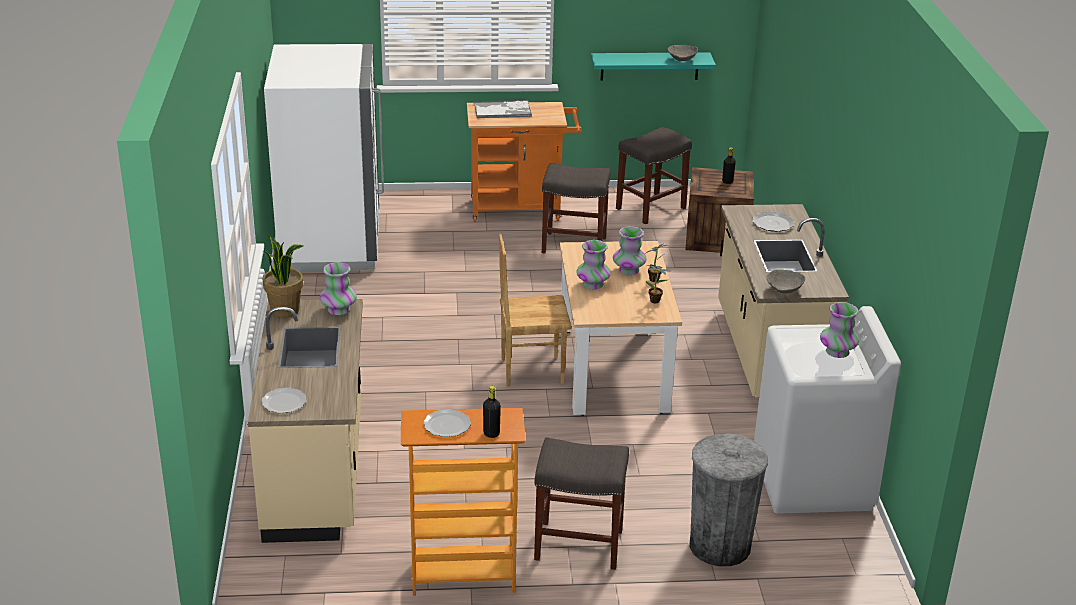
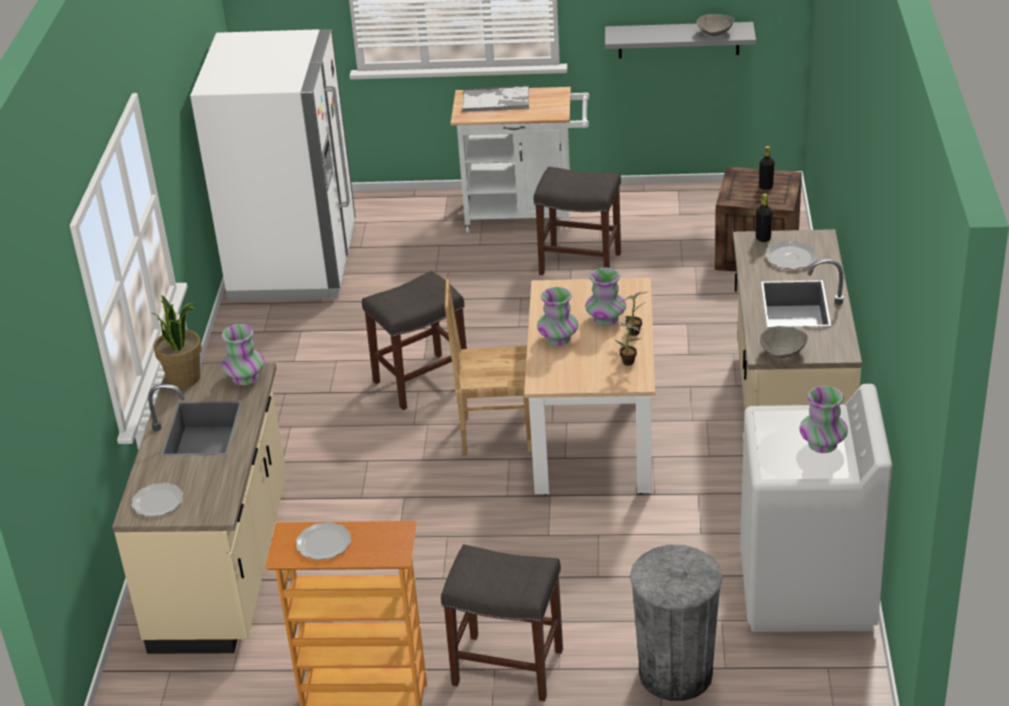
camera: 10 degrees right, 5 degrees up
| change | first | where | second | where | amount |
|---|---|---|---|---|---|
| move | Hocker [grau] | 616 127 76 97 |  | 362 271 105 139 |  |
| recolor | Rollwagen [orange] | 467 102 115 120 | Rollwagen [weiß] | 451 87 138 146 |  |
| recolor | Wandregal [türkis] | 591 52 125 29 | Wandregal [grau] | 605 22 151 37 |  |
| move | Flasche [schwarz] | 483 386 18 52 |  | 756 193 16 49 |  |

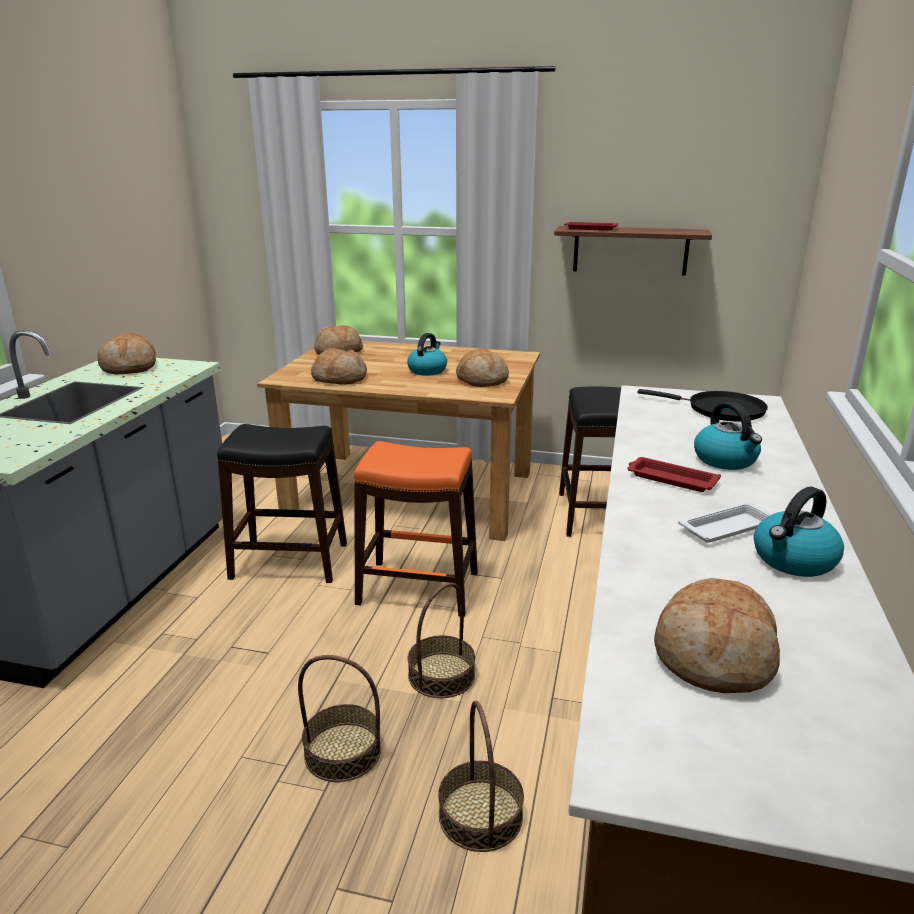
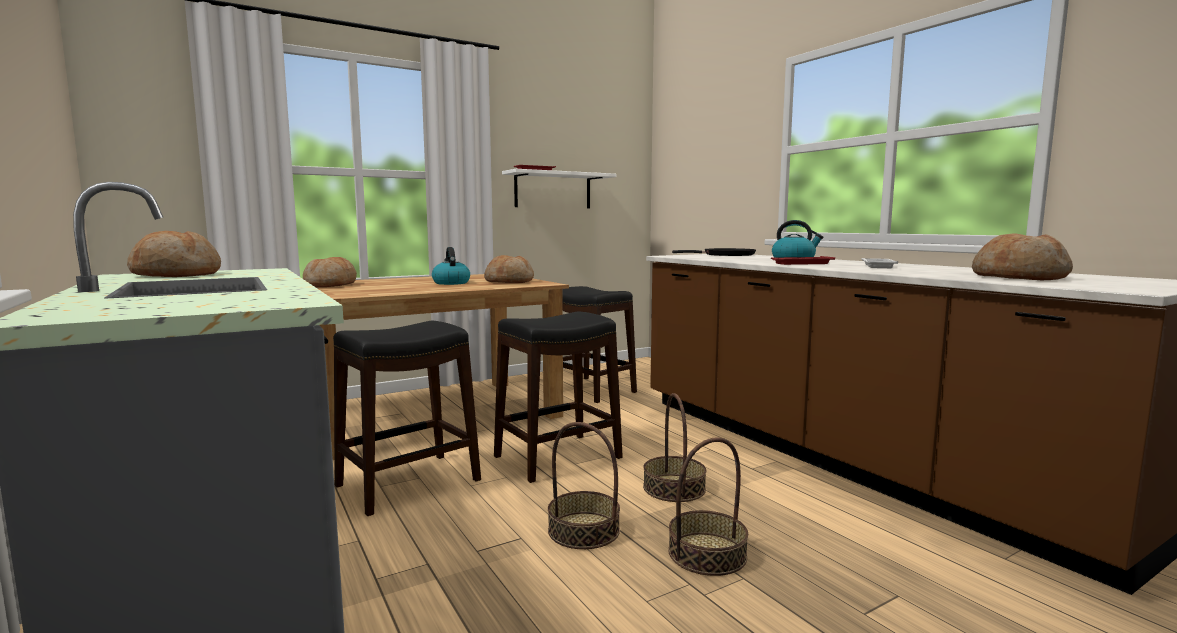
camera: 45 degrees left, 15 degrees down
| change | first | where | second | where | amount |
|---|---|---|---|---|---|
| recolor | Hocker [orange] | 354 441 124 176 | Hocker [schwarz] | 494 312 129 171 |  |
| recolor | Wandregal [braun] | 554 226 158 50 | Wandregal [weiß] | 502 169 115 39 |  |
| move | Korb | 438 701 86 151 |  | 548 422 72 127 |  |
| delete | Brot | 311 348 56 36 |  |  |  |
| delete | Wasserkessel | 754 487 90 90 |  |  |  |

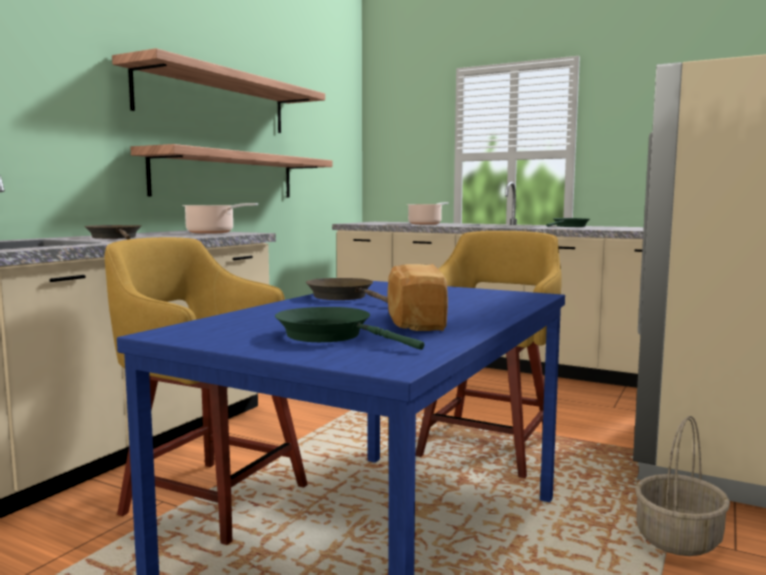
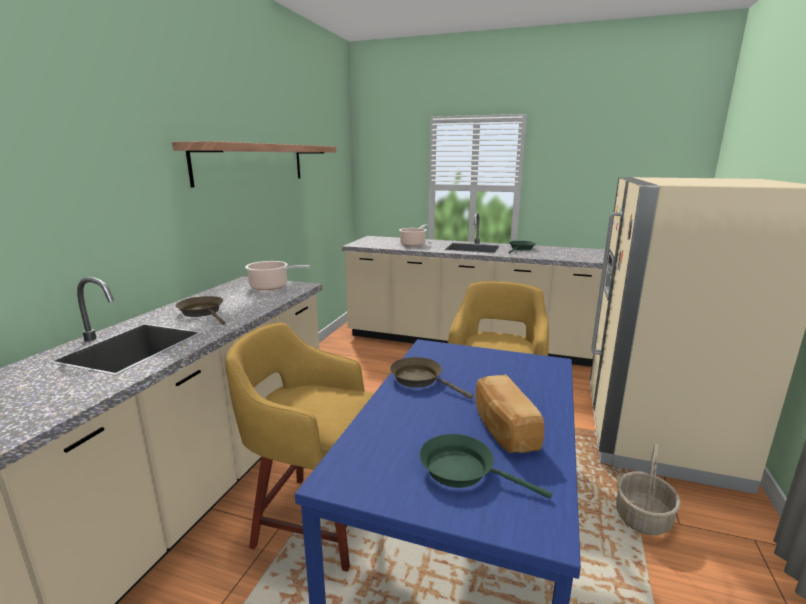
camera: 10 degrees left, 10 degrees up
| change | first | where | second | where | amount |
|---|---|---|---|---|---|
| delete | Wandregal | 130 144 203 54 |  |  |  |

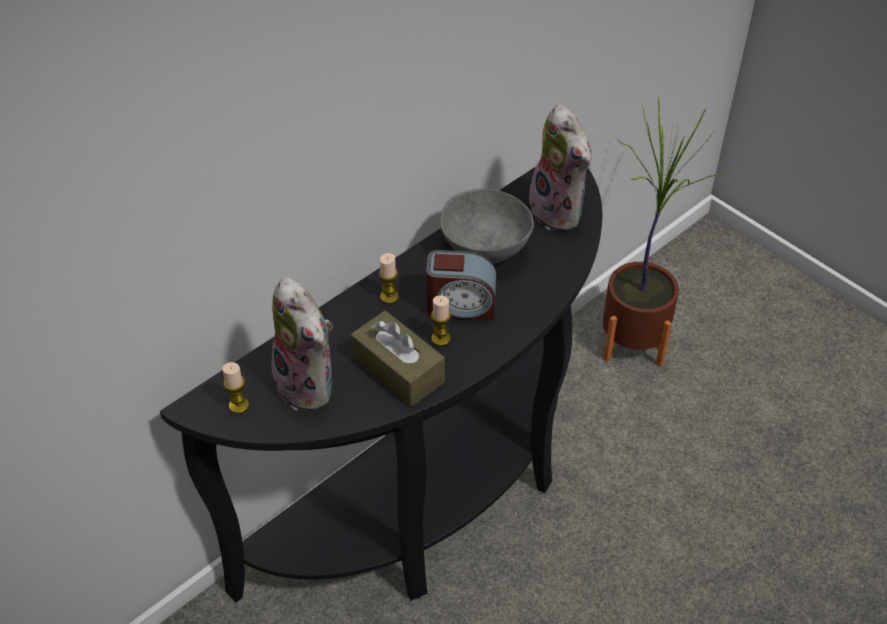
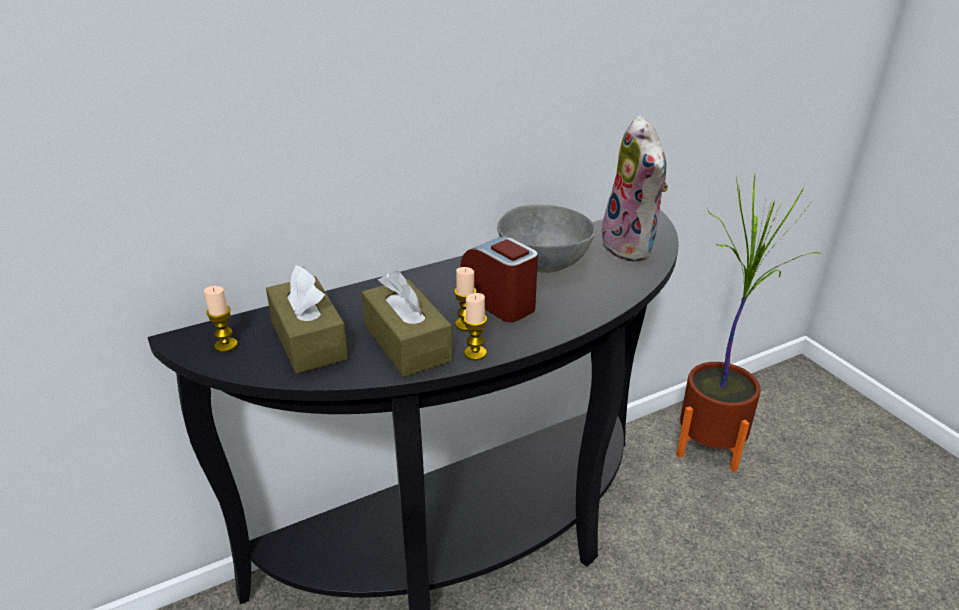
camera: 15 degrees right, 15 degrees down
| change | first | where | second | where | amount |
|---|---|---|---|---|---|
| replace | Plüschtier | 272 277 61 134 | Taschentuchbox [braun] | 266 265 82 109 |  |
| rotate | Wecker | 426 250 70 70 |  | 460 236 78 86 | 150 degrees counterclockwise |
| move | Kerze | 379 253 20 51 |  | 463 293 24 67 |  |

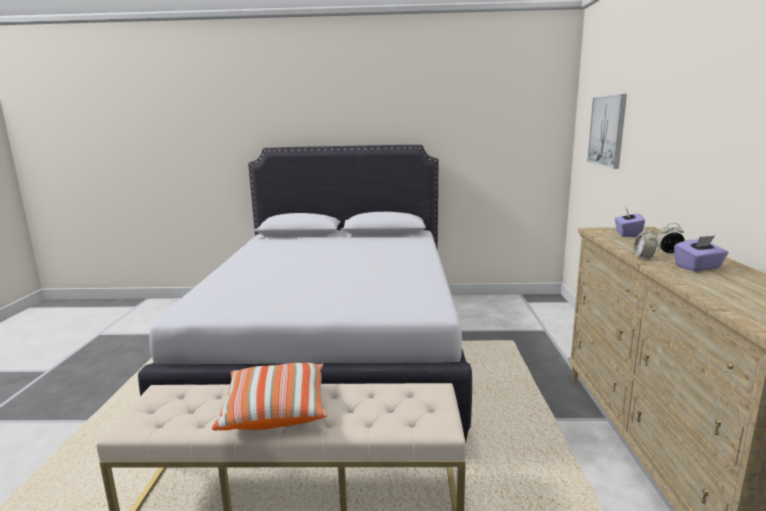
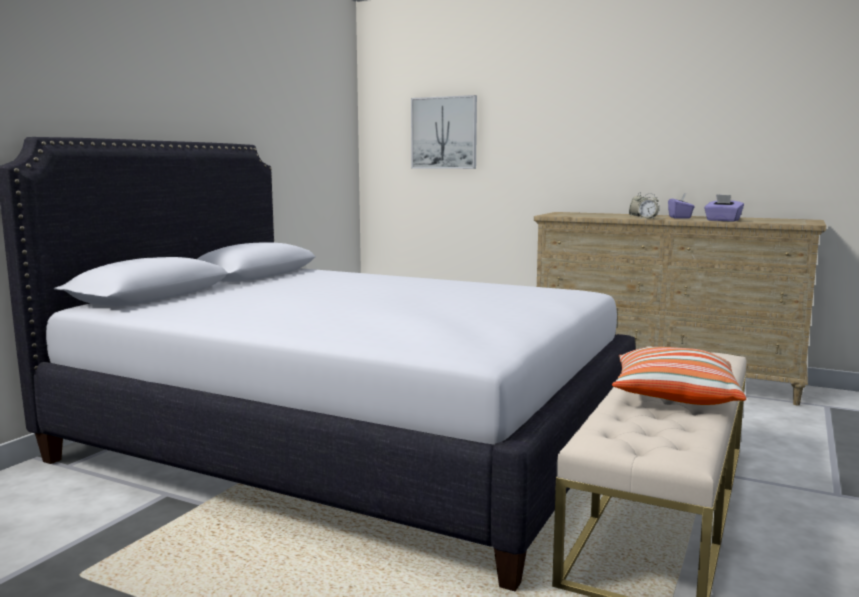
camera: 65 degrees left, 5 degrees down
| change | first | where | second | where | amount |
|---|---|---|---|---|---|
| move | Taschentuchbox [lila] | 614 207 31 30 |  | 704 194 40 28 |  |

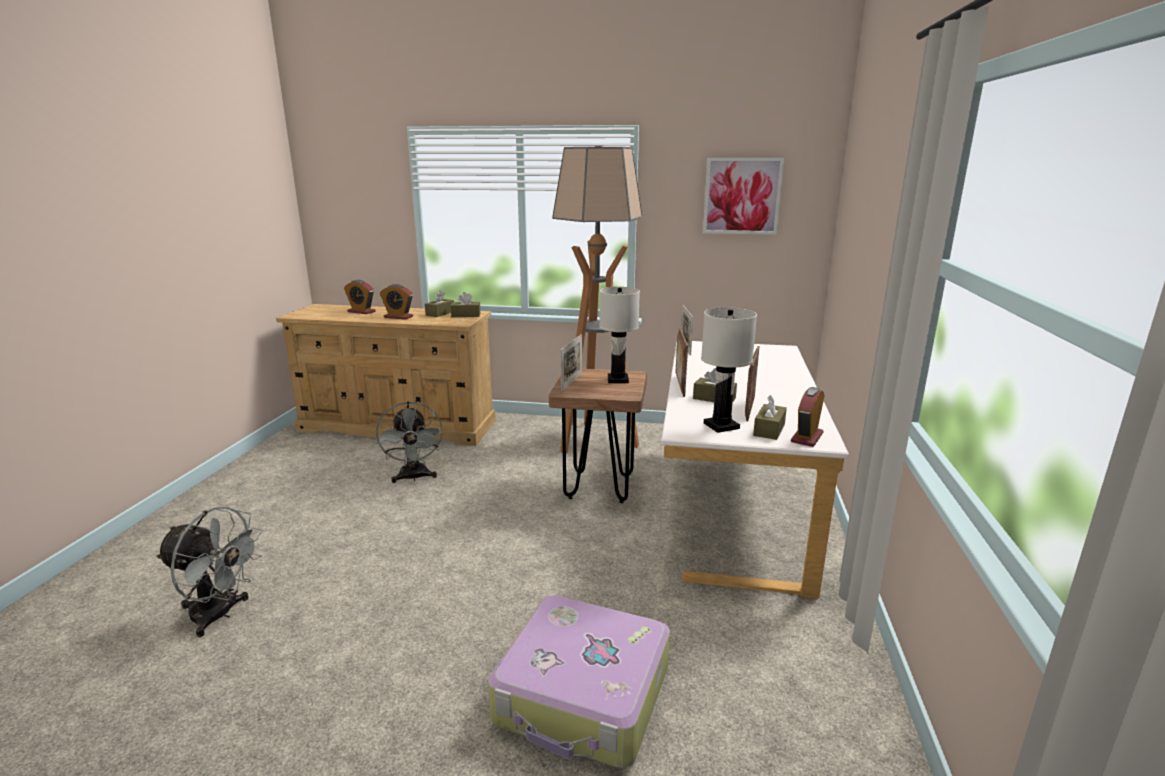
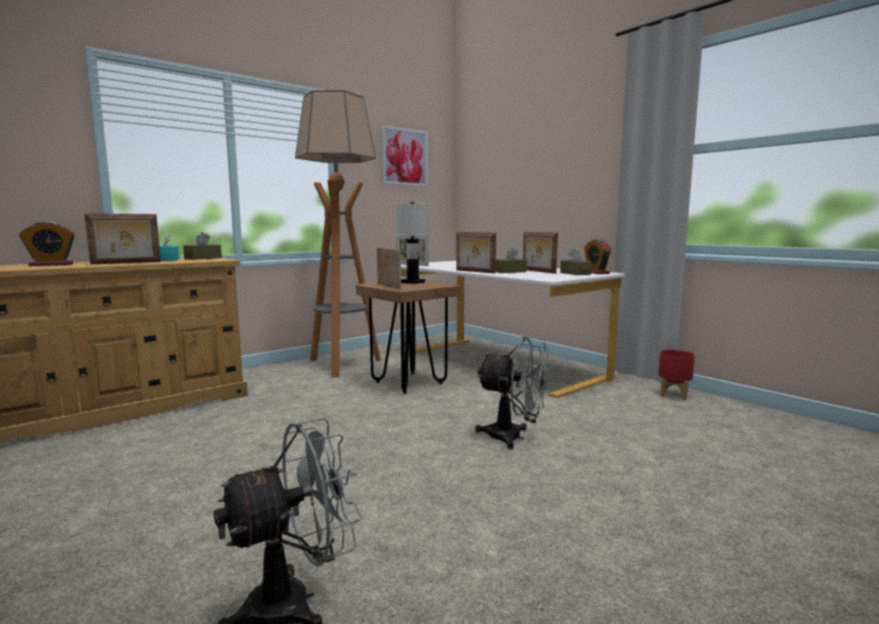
camera: 50 degrees left, 10 degrees down
| change | first | where | second | where | amount |
|---|---|---|---|---|---|
| replace | Wecker | 380 284 33 36 | Bilderrahmen | 84 213 77 51 |  |
| recolor | Taschentuchbox [braun] | 425 290 29 27 | Taschentuchbox [türkis] | 159 232 20 29 |  |
| move | Ventilator [grau] | 376 401 67 82 |  | 475 337 75 112 |  |
| insert |  |  | Pflanzkübel [rot] | 658 349 37 51 |  |
| delete | Koffer | 488 595 182 173 |  |  |  |
| delete | Tischlampe [weiß] | 701 307 56 126 |  |  |  |

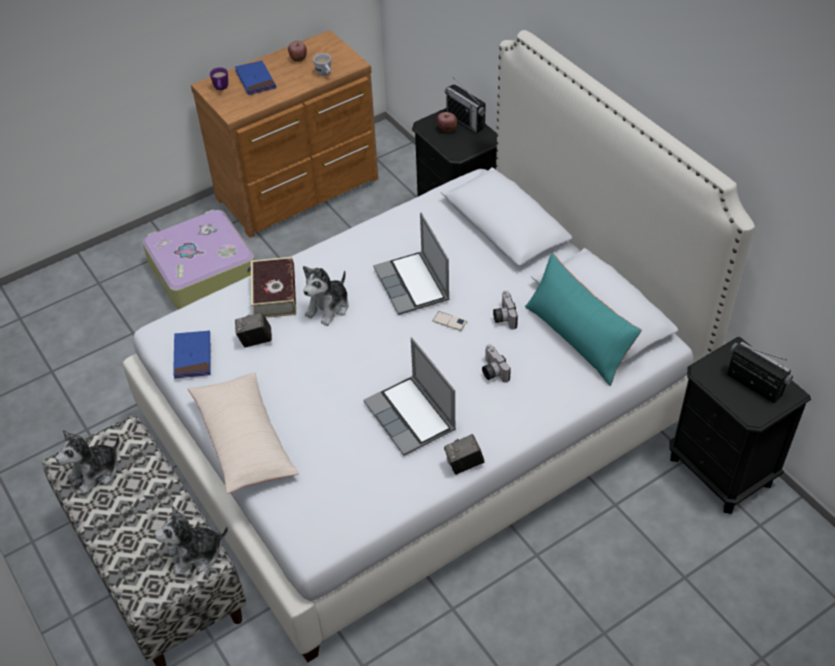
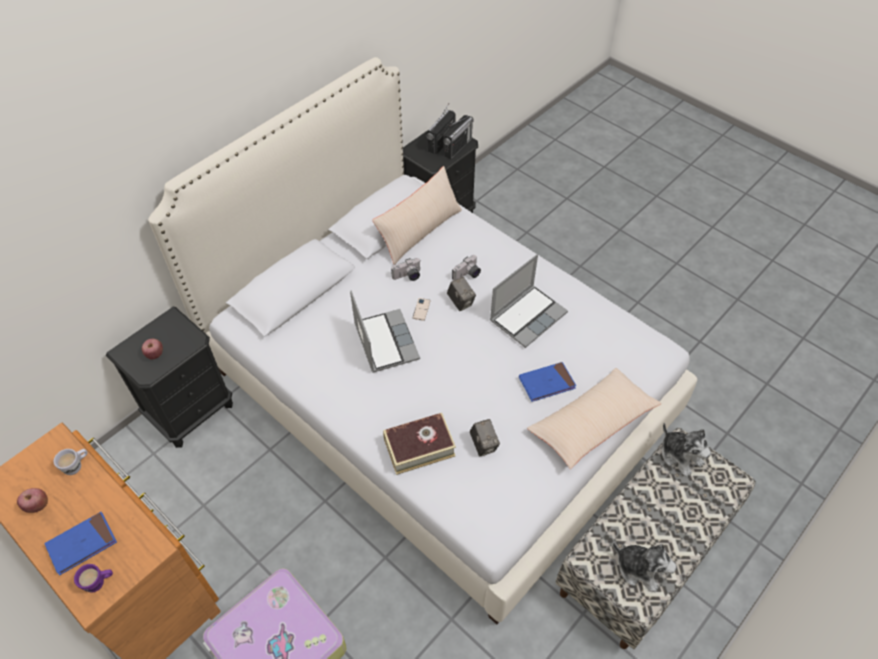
camera: 105 degrees left, 5 degrees up
| change | first | where | second | where | amount |
|---|---|---|---|---|---|
| rotate | Laptop | 373 212 77 103 |  | 350 290 70 83 | 75 degrees counterclockwise |
| recolor | Kissen [türkis] | 525 253 117 133 | Kissen [beige] | 372 166 90 99 |  |
| move | Radio | 445 77 41 56 |  | 443 115 31 44 |  |
| move | Kamera | 444 434 41 41 |  | 447 277 29 34 |  |
| move | Buch [blau] | 173 331 38 48 |  | 519 362 57 40 |  |
| delete | Plüschtier | 303 266 46 60 |  |  |  |

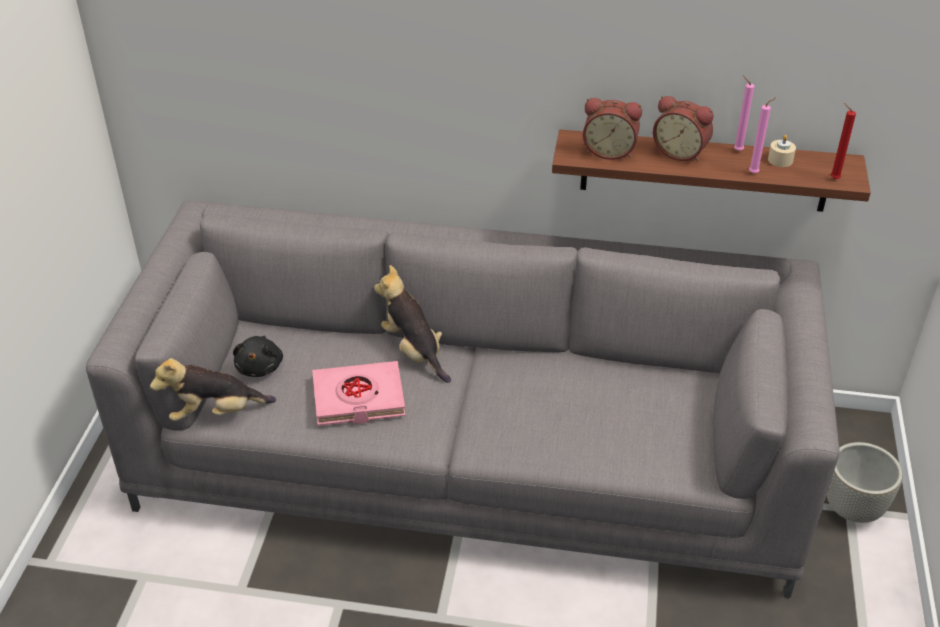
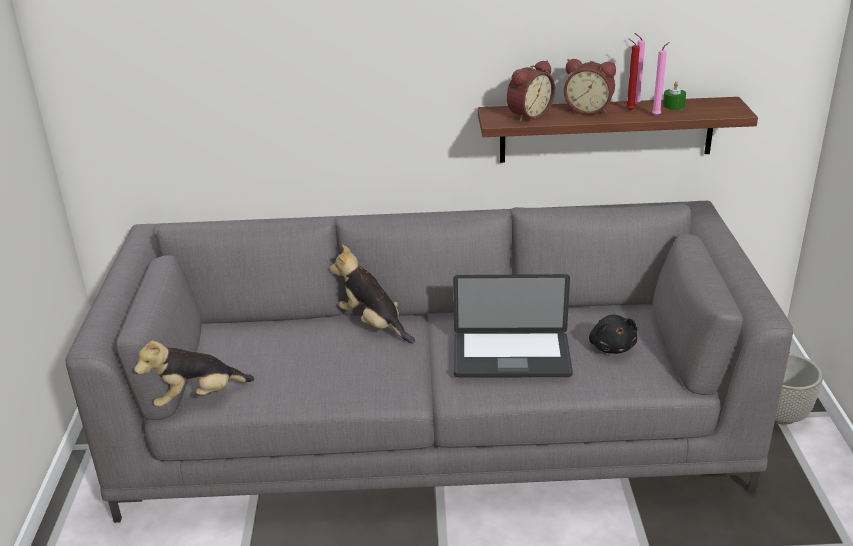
camera: 10 degrees left, 10 degrees down
| change | first | where | second | where | amount |
|---|---|---|---|---|---|
| insert |  |  | Laptop | 453 274 120 103 |  |
| rotate | Wecker | 583 98 59 62 |  | 507 60 48 62 | 45 degrees counterclockwise |
| move | Plüschtier [schwarz] | 233 336 50 41 |  | 589 315 48 39 |  |
| move | Kerze [rot] | 830 103 26 76 |  | 626 39 14 72 |  |
| recolor | Kerze [beige] | 768 135 28 32 | Kerze [grün] | 663 81 23 29 |  |
| delete | Buch [rosa] | 312 361 93 65 |  |  |  |

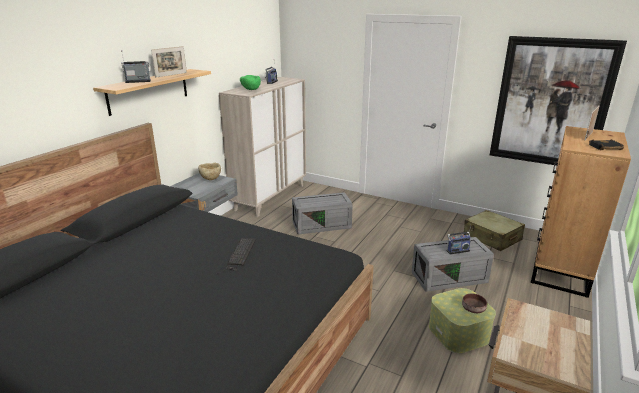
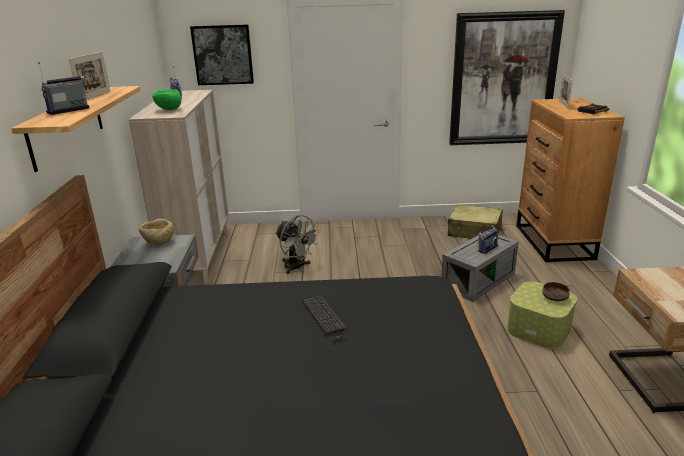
camera: 30 degrees left, 0 degrees up
| change | first | where | second | where | amount |
|---|---|---|---|---|---|
| insert |  |  | Bild | 190 24 64 61 |  |
| replace | Aufbewahrungsbox [grau] | 292 192 61 42 | Ventilator [grau] | 275 215 44 59 |  |

